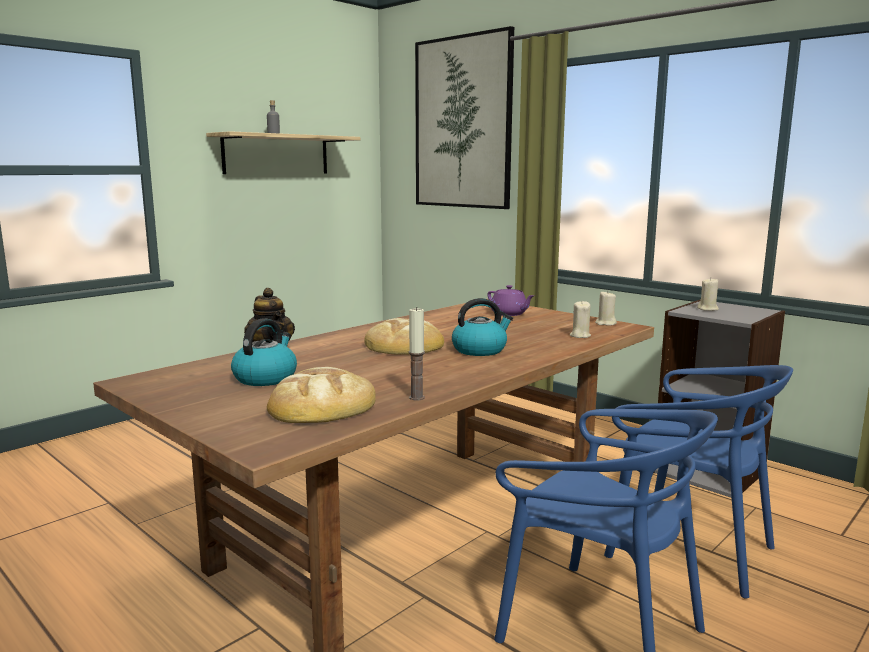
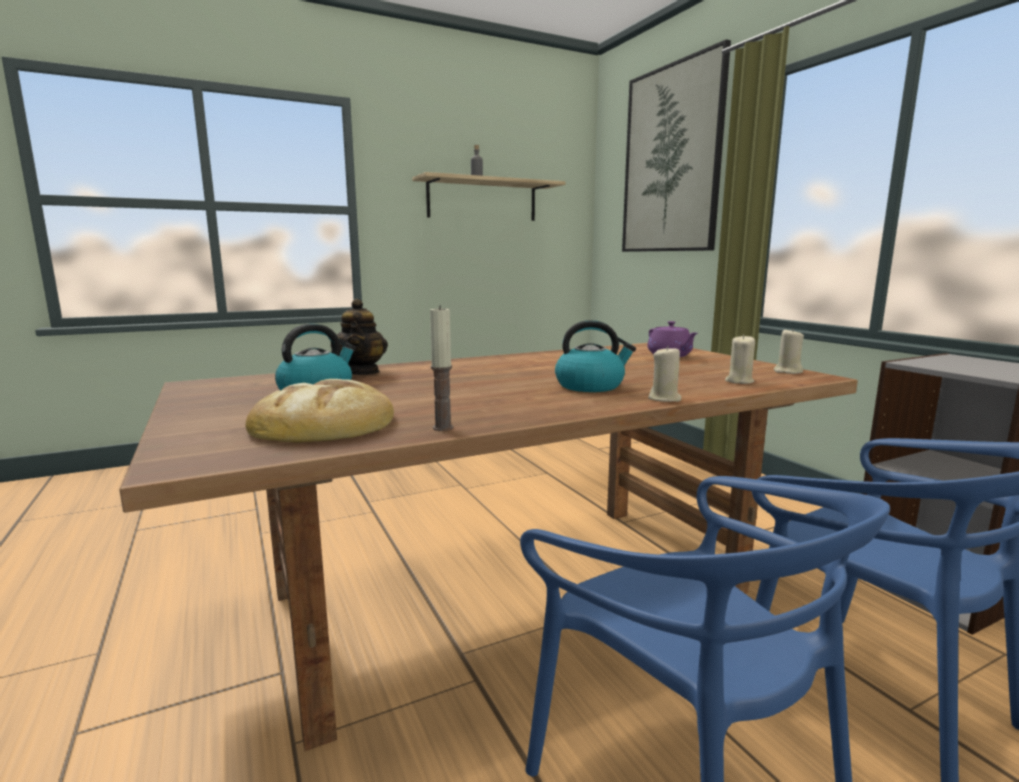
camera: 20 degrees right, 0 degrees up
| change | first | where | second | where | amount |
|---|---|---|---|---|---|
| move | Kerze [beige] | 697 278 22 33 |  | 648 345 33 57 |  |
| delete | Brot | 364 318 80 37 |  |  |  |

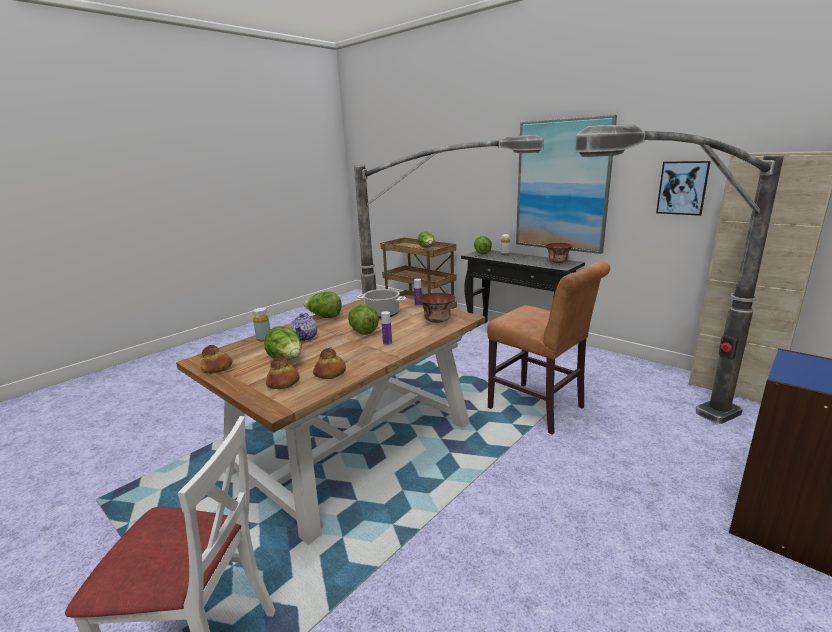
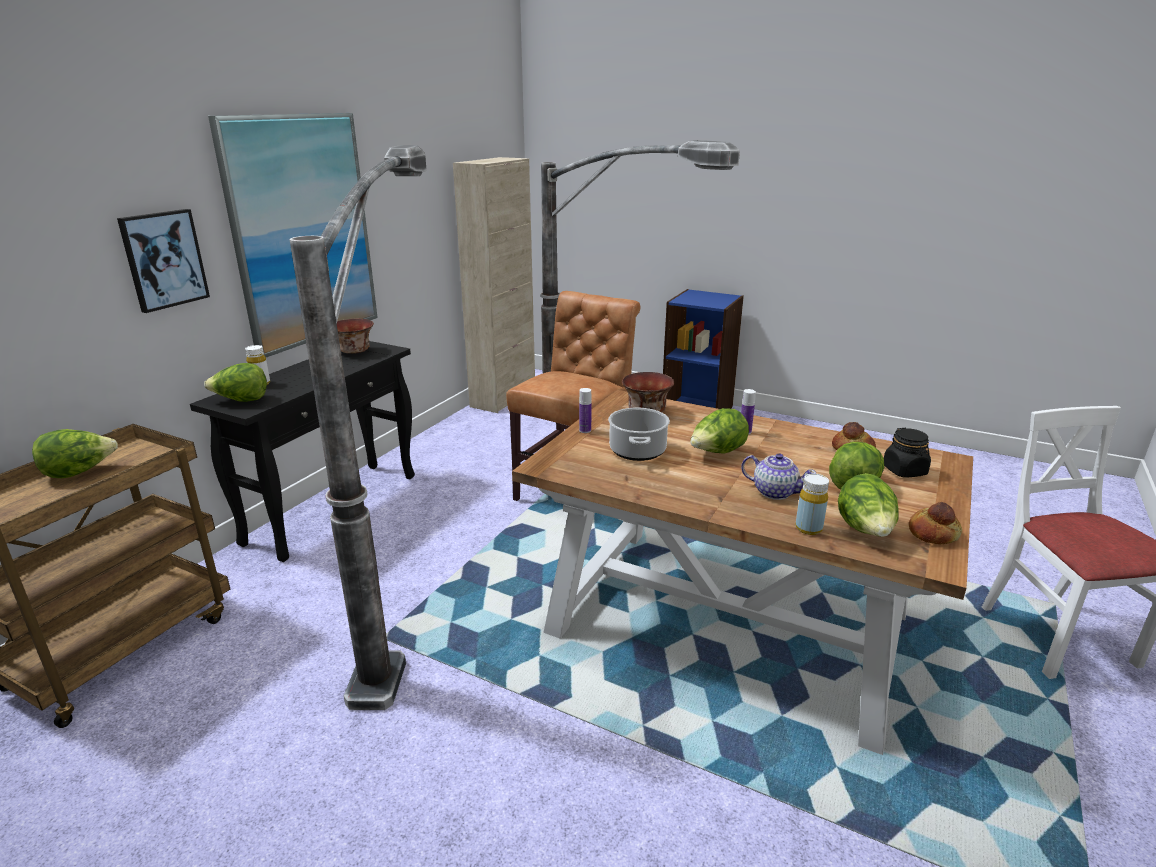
camera: 105 degrees left, 5 degrees up
| change | first | where | second | where | amount |
|---|---|---|---|---|---|
| move | Bild | 656 161 55 55 |  | 117 209 93 104 |  |
| rotate | Teekanne | 289 313 28 29 |  | 741 453 75 47 | 45 degrees clockwise |
| move | Salatkopf | 303 291 39 27 |  | 838 473 61 64 |  |
| replace | Brot | 266 357 34 32 | Vorratsglas [schwarz] | 884 428 47 50 |  |

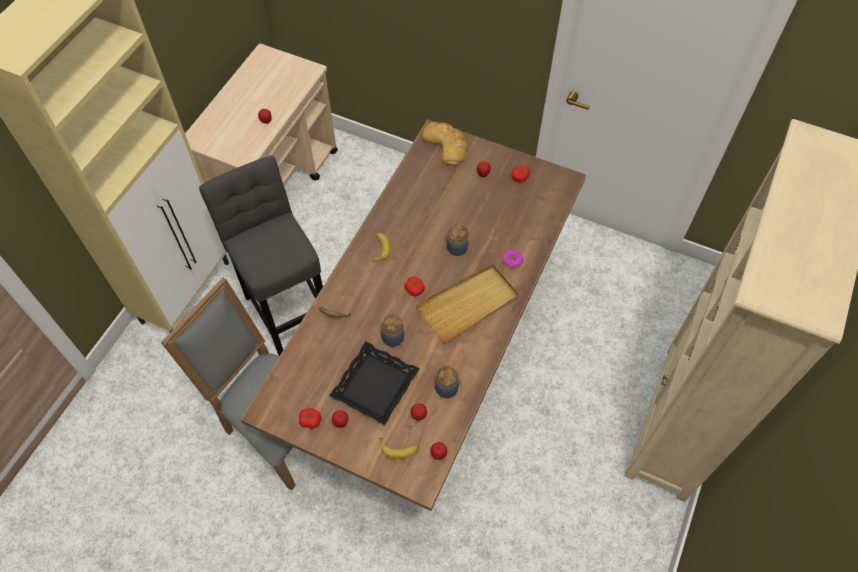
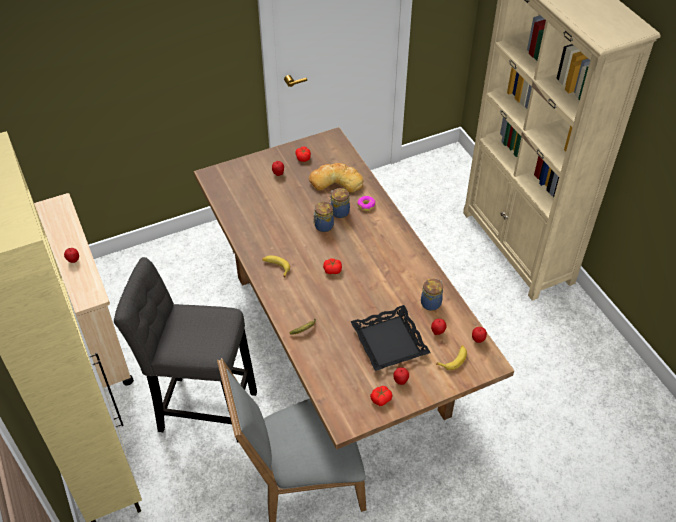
camera: 50 degrees left, 10 degrees down
| change | first | where | second | where | amount |
|---|---|---|---|---|---|
| move | Brot | 422 122 46 44 |  | 309 163 55 30 |  |
| move | Vorratsglas | 381 313 23 34 |  | 330 188 20 30 |  |
| delete | Tablett [beige] | 416 264 103 79 |  |  |  |

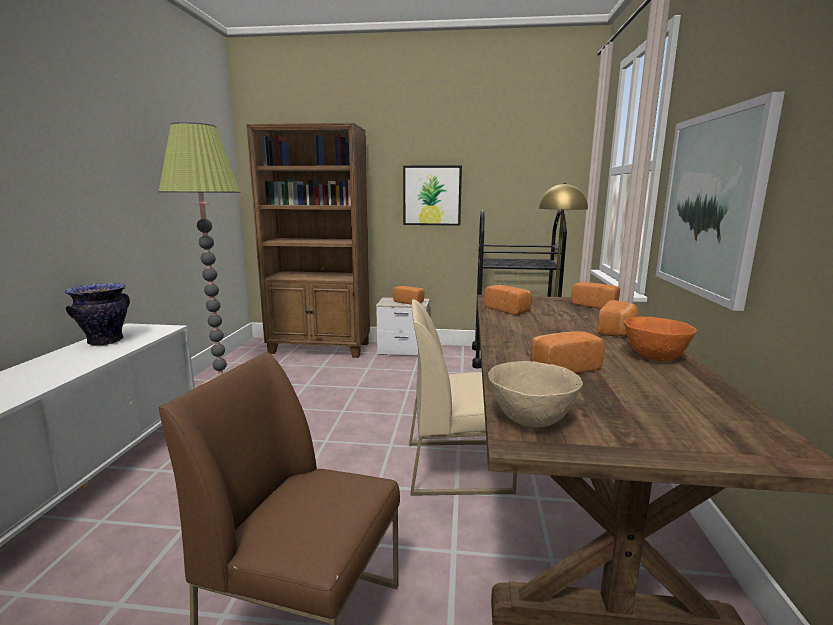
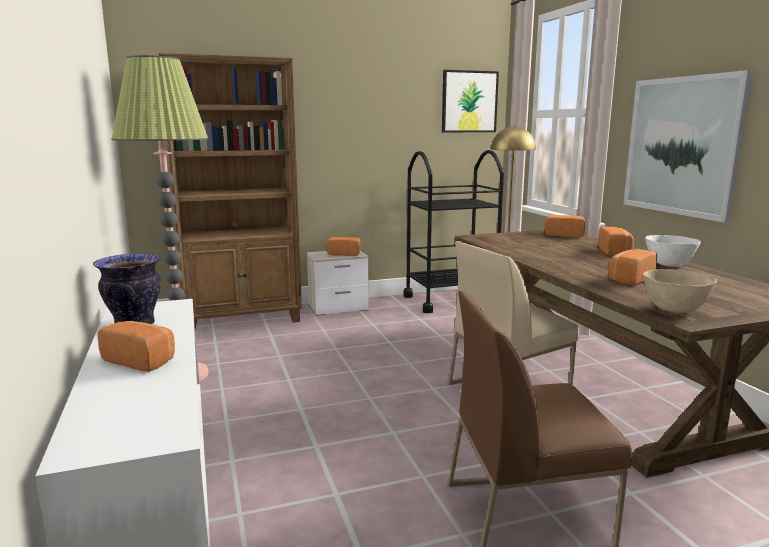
camera: 25 degrees left, 0 degrees up
| change | first | where | second | where | amount |
|---|---|---|---|---|---|
| move | Brot | 484 285 48 30 |  | 98 321 77 51 |  |
| move | Bild | 403 166 59 60 |  | 442 70 57 62 |  |
| recolor | Schüssel [orange] | 624 316 73 45 | Schüssel [weiß] | 645 235 56 32 |  |

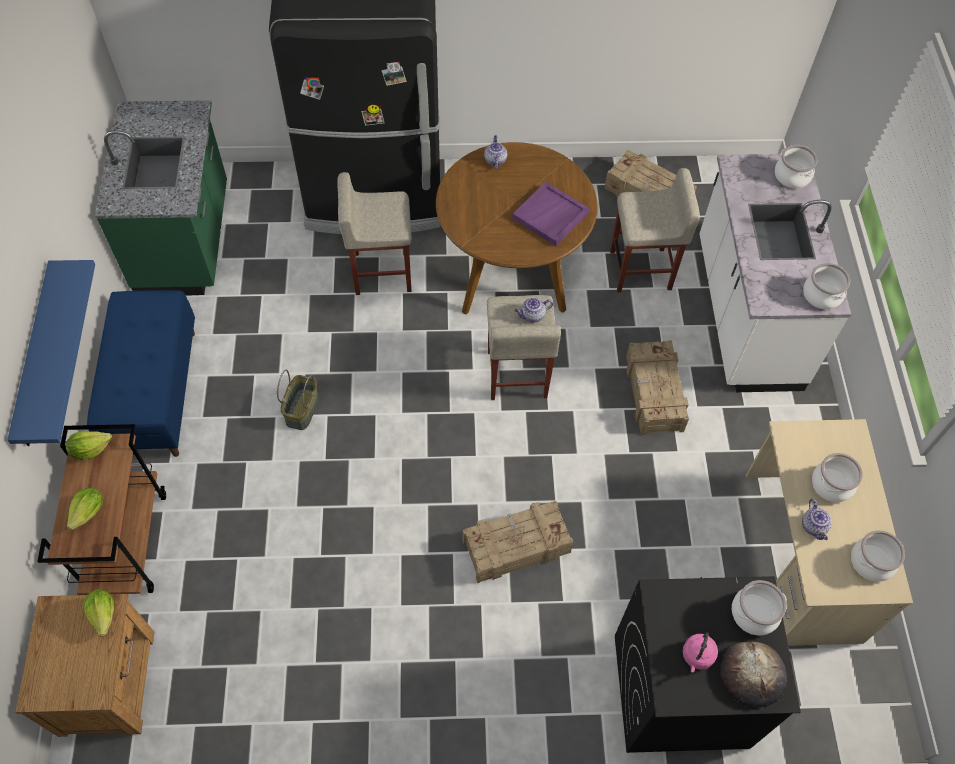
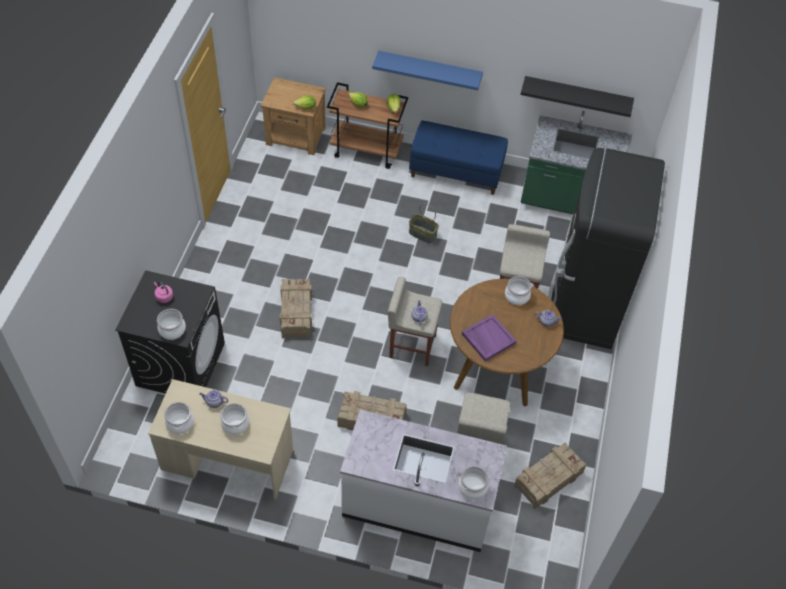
camera: 105 degrees right, 5 degrees down
| change | first | where | second | where | amount |
|---|---|---|---|---|---|
| move | Kochtopf | 803 263 47 46 |  | 505 276 27 29 |  |
| insert |  |  | Wandregal [schwarz] | 520 76 114 41 |  |
| delete | Brot | 720 642 67 65 |  |  |  |

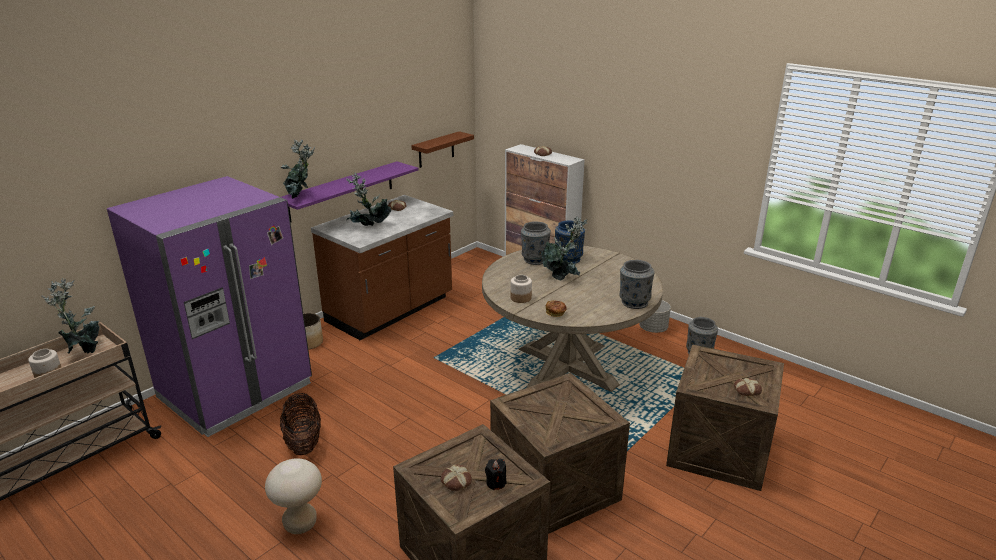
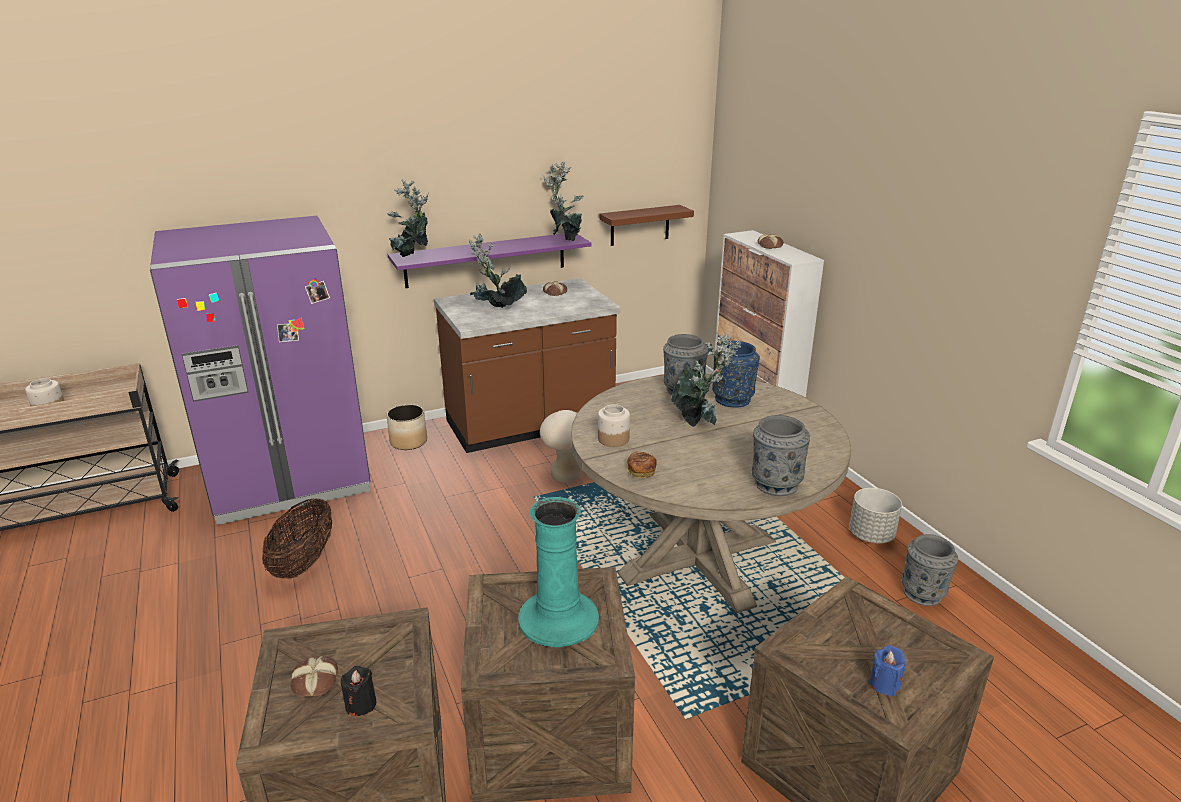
camera: 25 degrees right, 0 degrees up
| change | first | where | second | where | amount |
|---|---|---|---|---|---|
| insert |  |  | Vase [türkis] | 518 497 81 151 |  |
| move | Hocker [beige] | 265 458 57 76 |  | 540 410 42 73 |  |
| move | Topfpflanze | 41 278 59 76 |  | 542 162 42 79 |  |
| replace | Brot | 734 378 28 18 | Kerze [blau] | 870 645 36 51 |  |

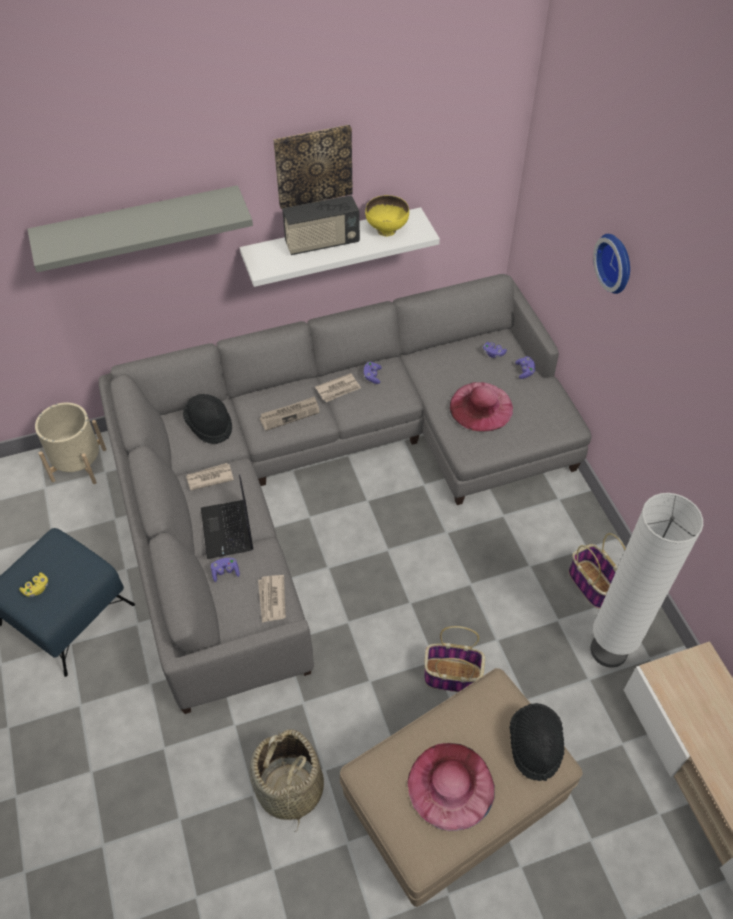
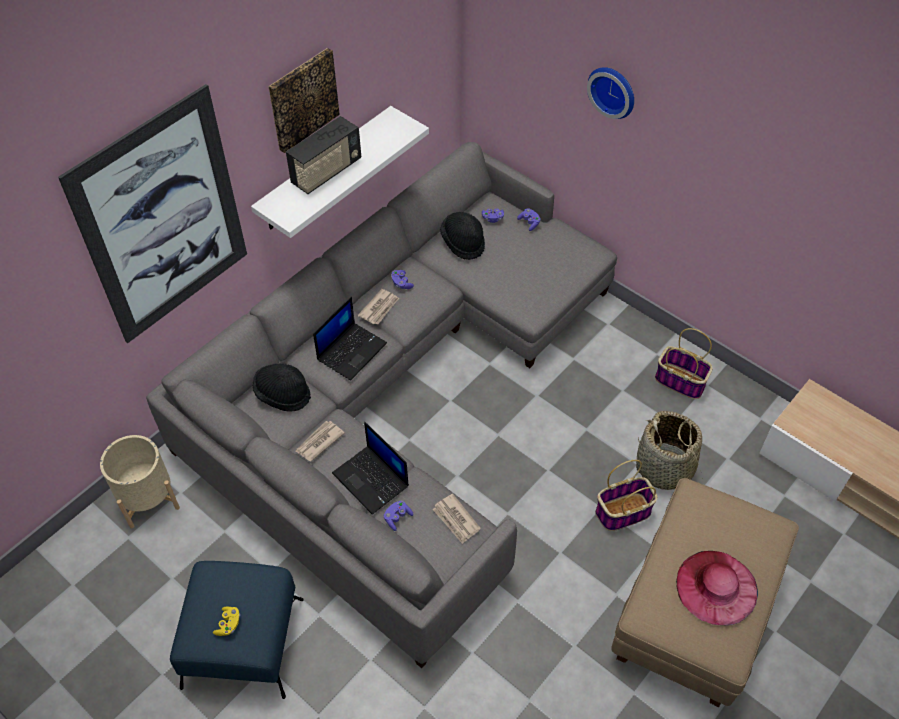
camera: 30 degrees left, 0 degrees up
| change | first | where | second | where | amount |
|---|---|---|---|---|---|
| replace | Wandregal [grau] | 27 185 226 87 | Bild | 58 84 189 259 |  |
| replace | Zeitung | 260 396 60 35 | Laptop | 313 297 74 84 |  |
| move | Hut [schwarz] | 509 703 55 78 |  | 440 212 45 48 |  |
| move | Korb | 250 729 74 103 |  | 636 411 67 79 |  |
| delete | Schüssel [gelb] | 365 195 44 41 |  |  |  |
| delete | Hut [rosa] | 450 382 63 50 |  |  |  |
| delete | Stehlampe [weiß] | 590 493 113 175 |  |  |  |

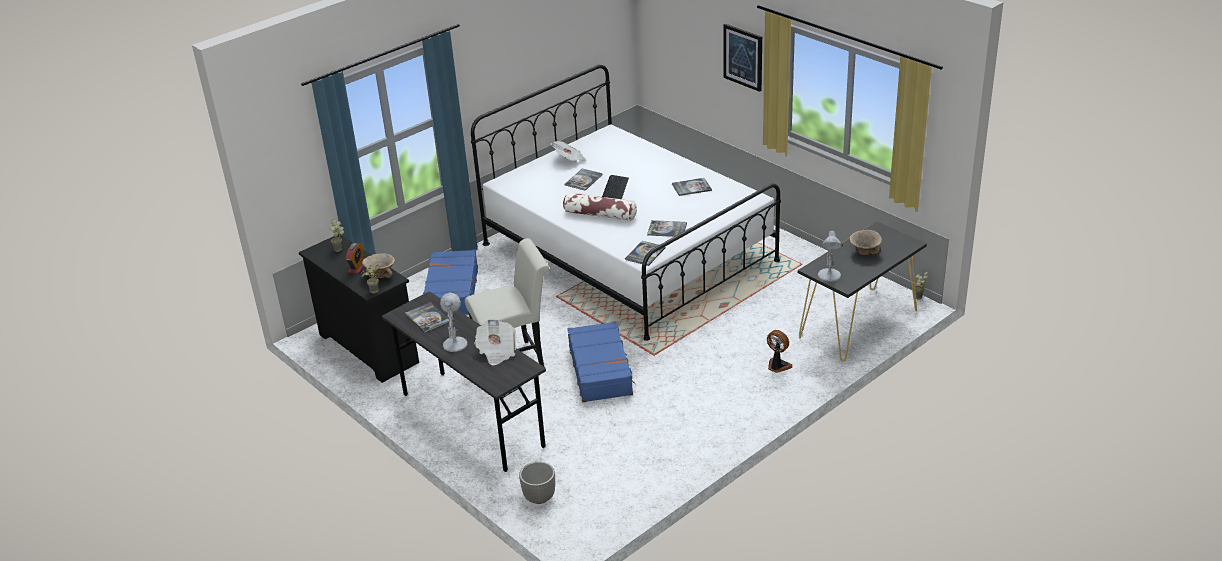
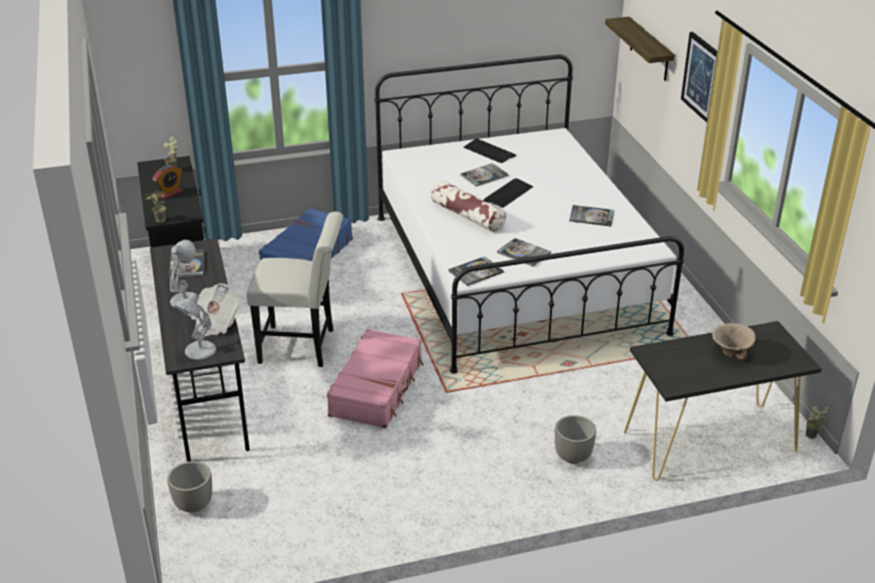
camera: 25 degrees right, 0 degrees up
| change | first | where | second | where | amount |
|---|---|---|---|---|---|
| move | Tischlampe [weiß] | 818 231 24 51 |  | 174 293 42 67 |  |
| recolor | Koffer [blau] | 567 321 68 81 | Koffer [rosa] | 327 329 96 99 |  |
| replace | Zeitung | 550 141 37 21 | Tastatur | 463 139 53 24 |  |
| replace | Ventilator | 767 330 26 43 | Pflanzkübel | 555 415 41 49 |  |
| insert |  |  | Wandregal | 605 17 70 64 |  |
| delete | Schüssel [beige] | 362 253 33 25 |  |  |  |

